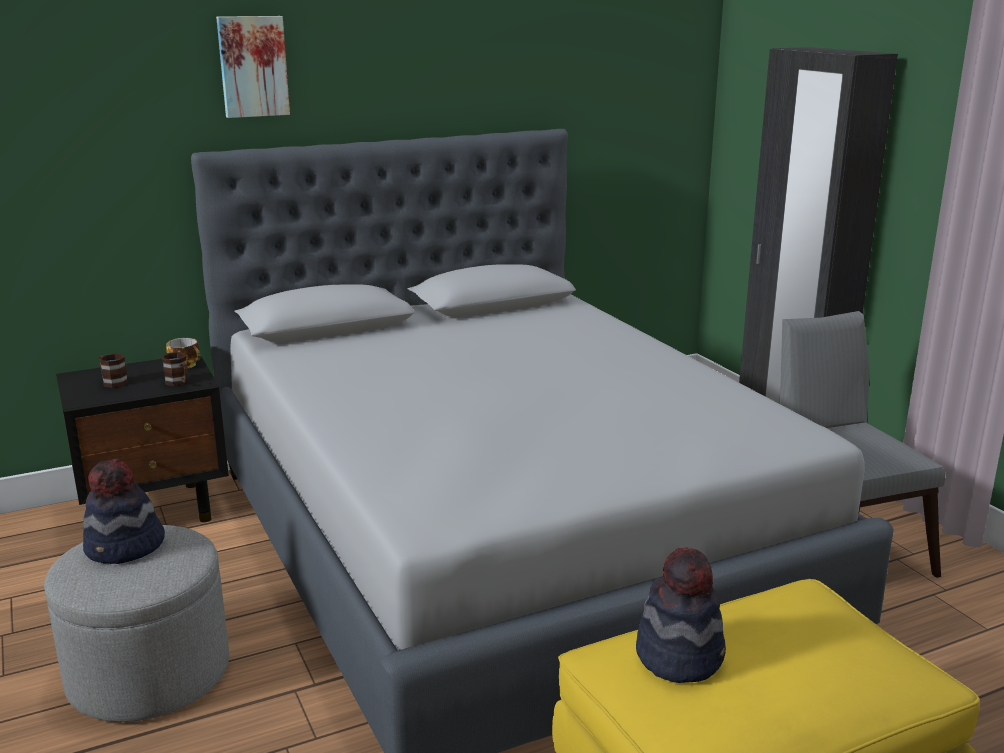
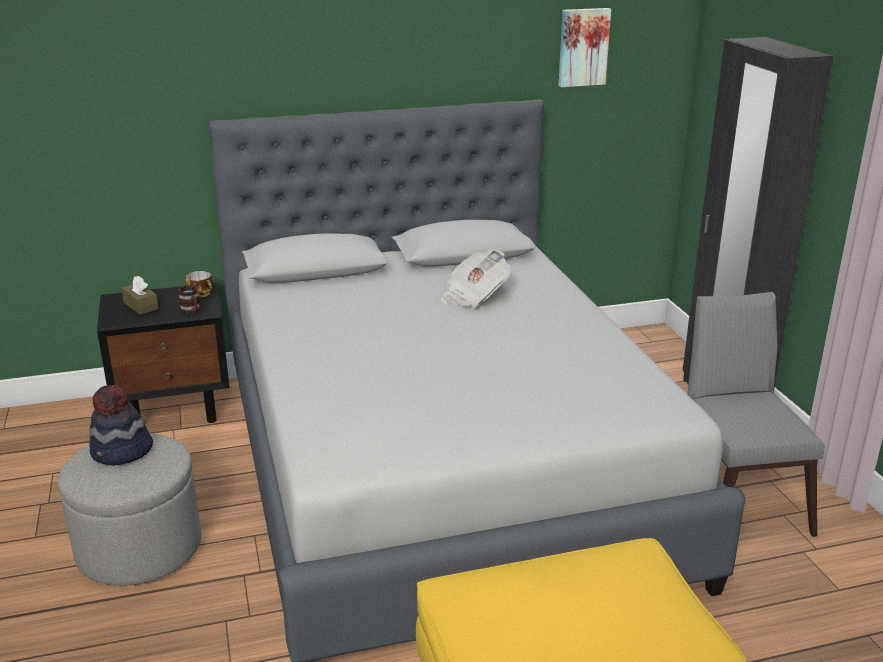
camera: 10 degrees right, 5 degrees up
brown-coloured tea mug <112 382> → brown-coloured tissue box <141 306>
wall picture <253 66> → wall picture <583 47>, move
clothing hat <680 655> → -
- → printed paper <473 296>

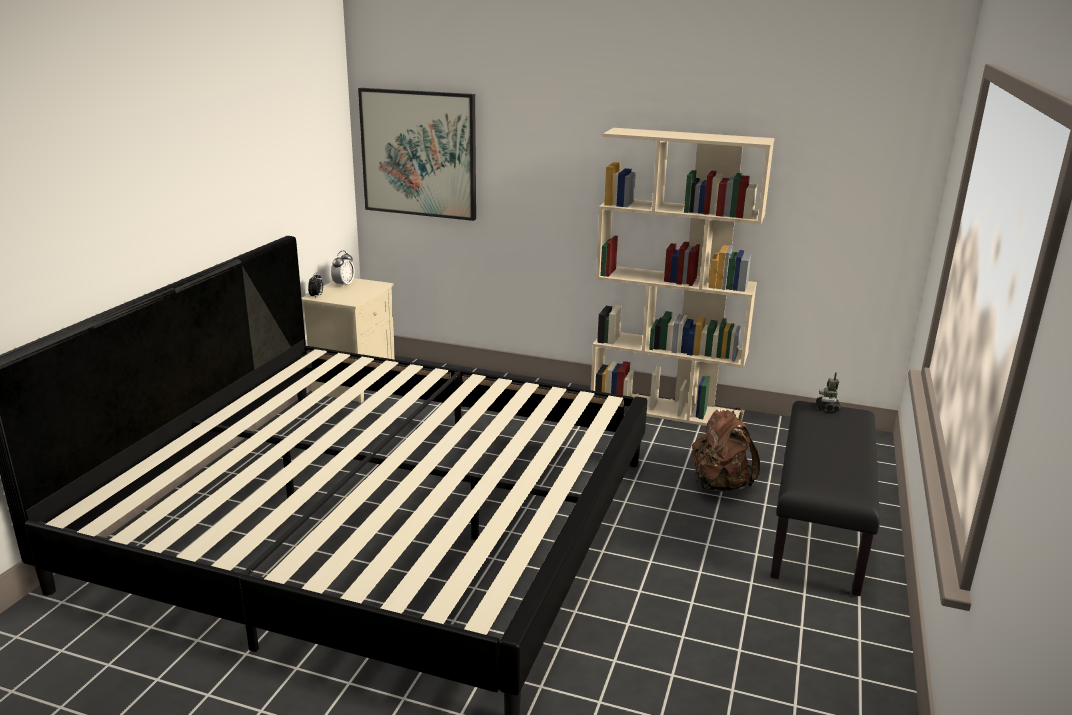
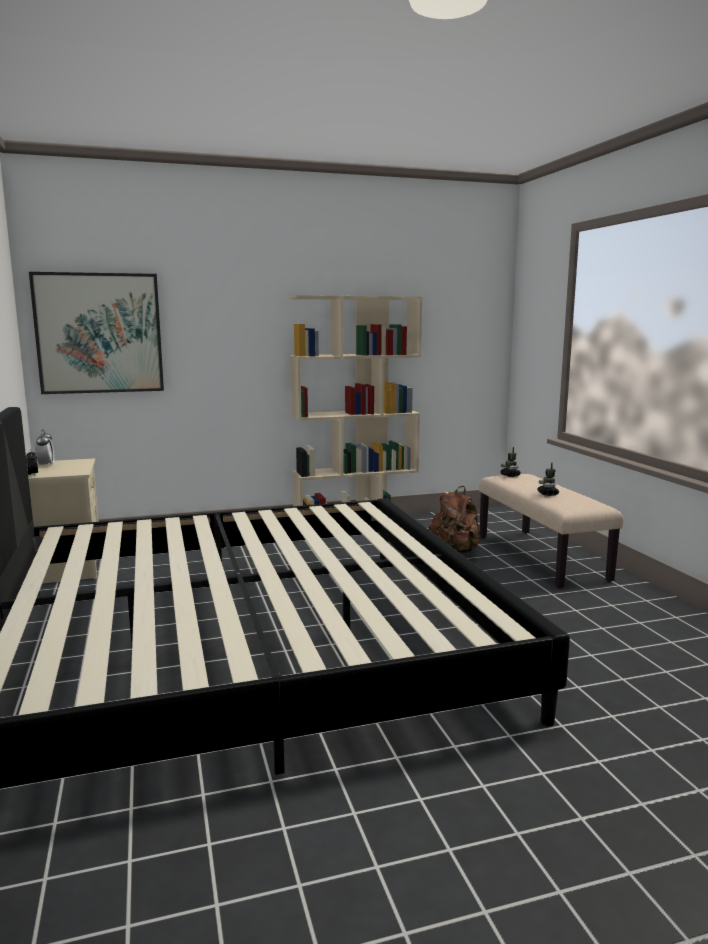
camera: 35 degrees left, 10 degrees down
blackish bench <820 528> → beige bench <541 557>
- → robot figure <548 494>

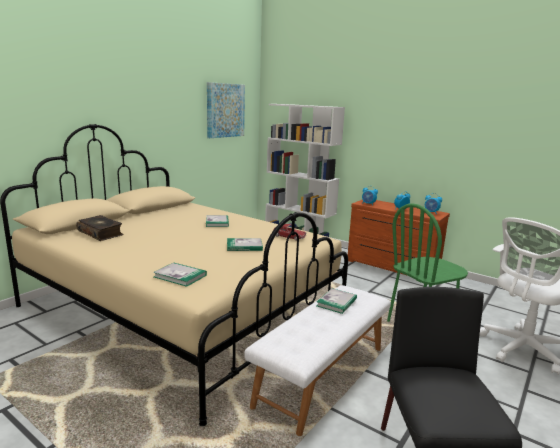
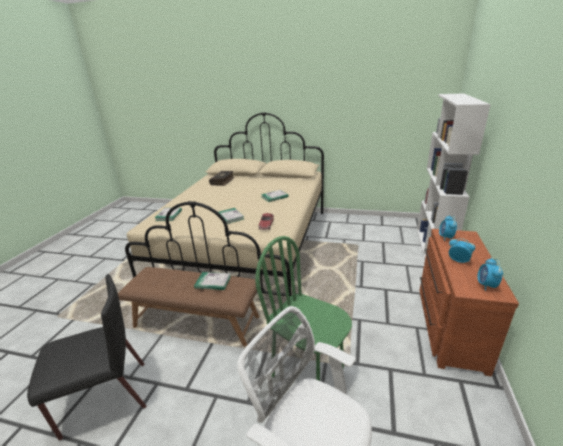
camera: 70 degrees right, 10 degrees up
wall picture <225 110> → -
whitish bench <321 375> → brown-coloured bench <197 321>

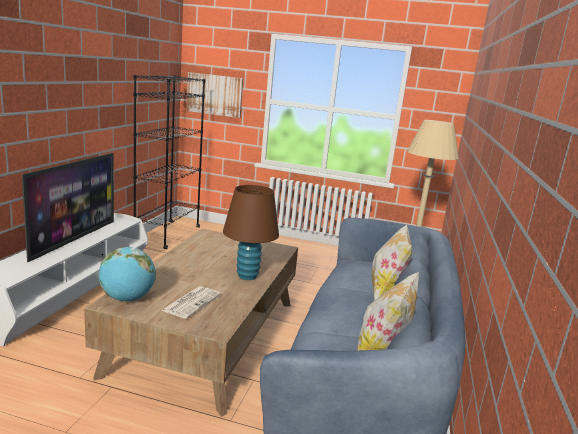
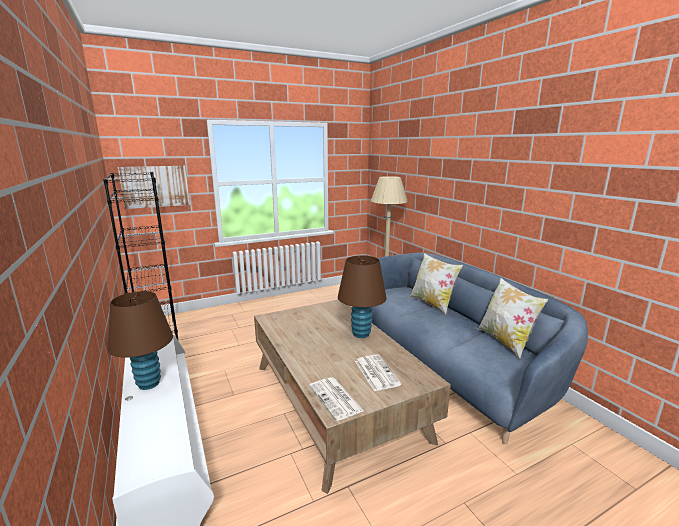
camera: 40 degrees left, 0 degrees up
television <74 239> → brown-coloured table lamp <148 383>
desk globe <127 298> → printed paper <336 399>

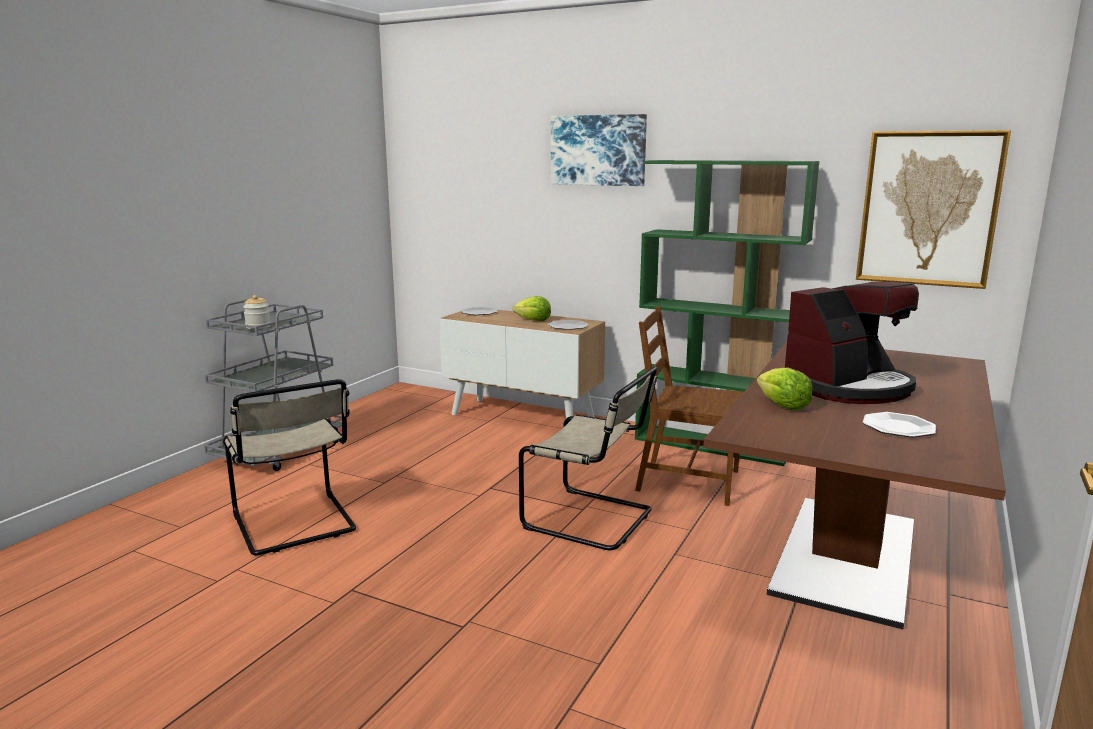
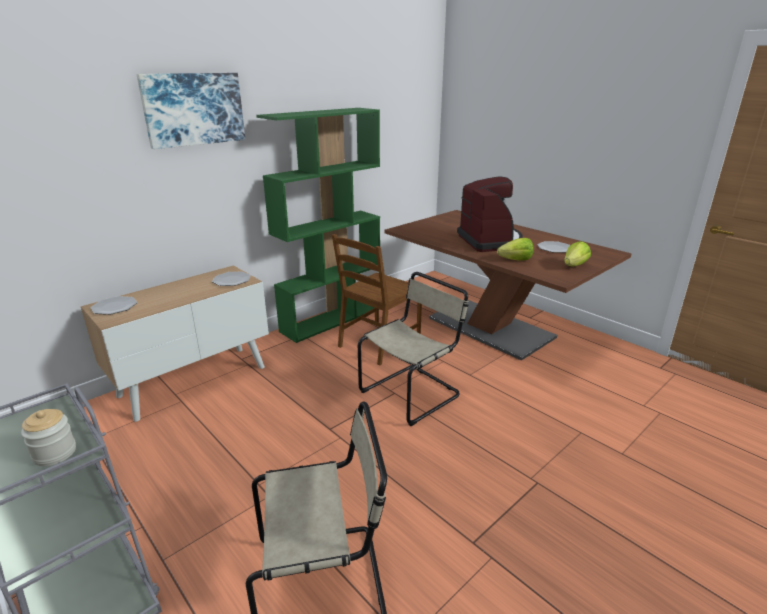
camera: 70 degrees left, 10 degrees up
lettuce head <533 320> → lettuce head <574 266>, move
wall picture <928 209> → -

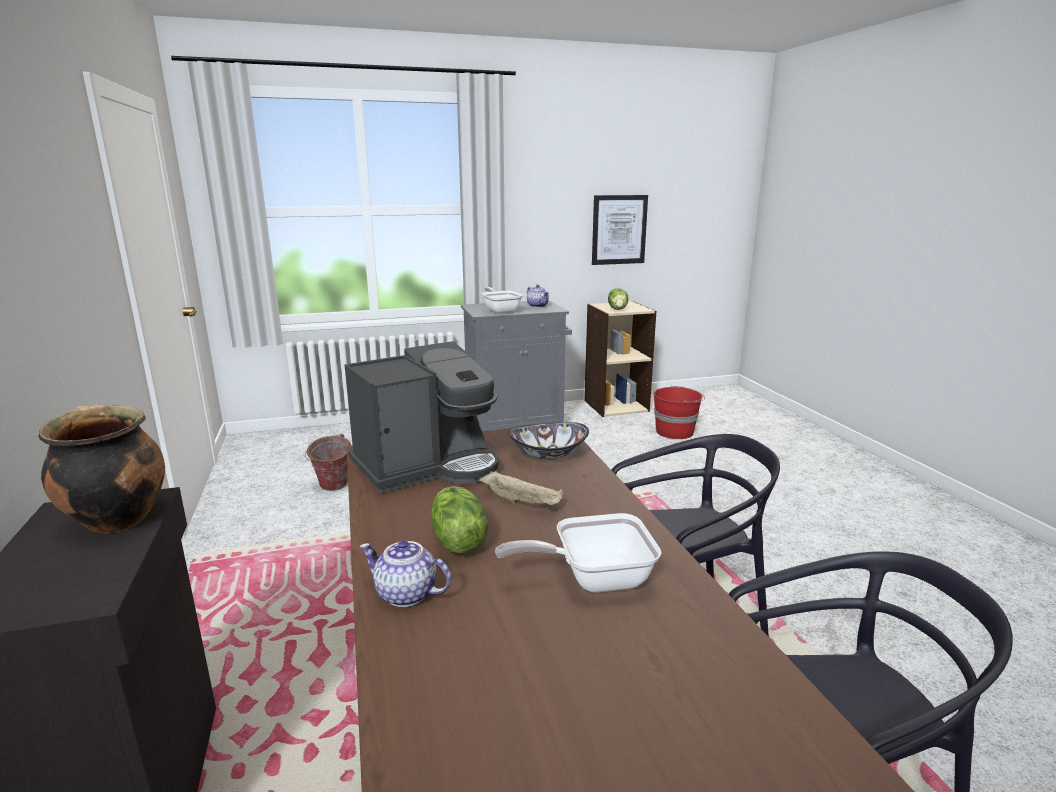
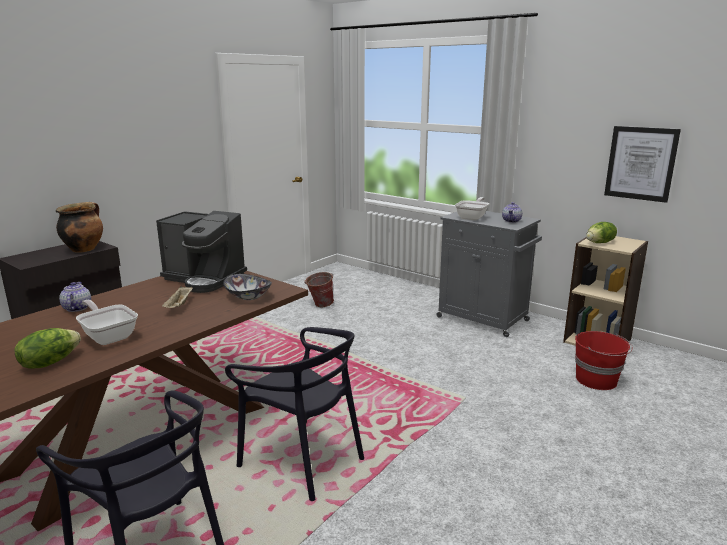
camera: 55 degrees right, 0 degrees up
lettuce head <457 541> → lettuce head <49 362>, move

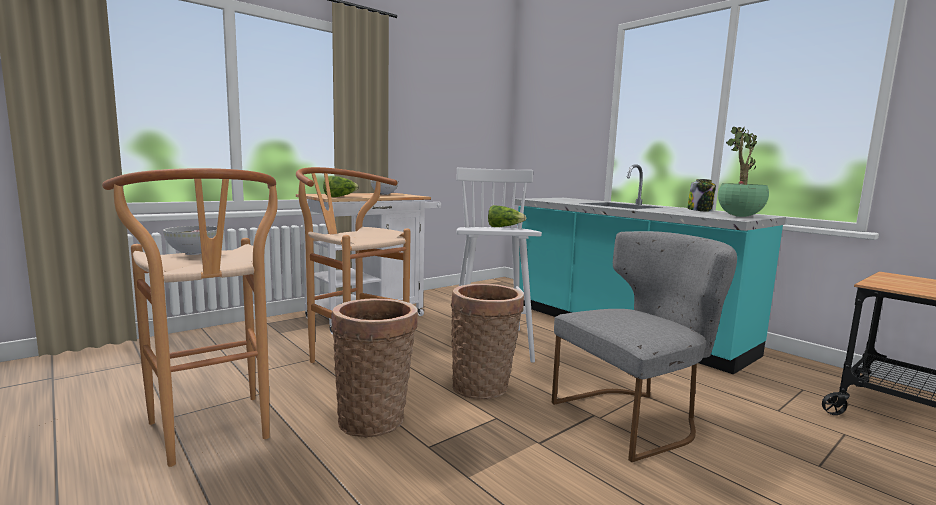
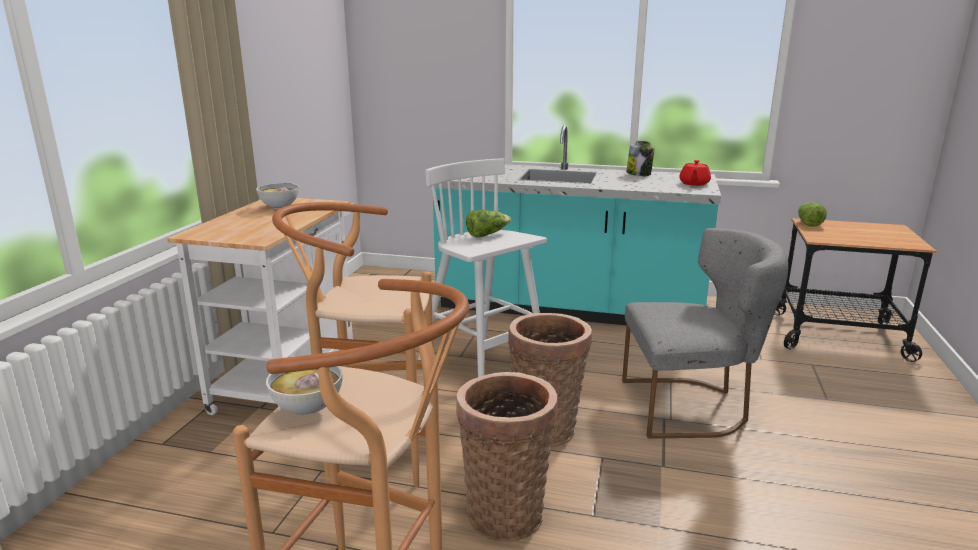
camera: 35 degrees left, 10 degrees up
lettuce head <340 197> → lettuce head <808 223>, move
greyish upright chair <635 417> → greyish upright chair <691 407>, 60 degrees clockwise
potted plant <739 216> → red pot for tea <694 184>

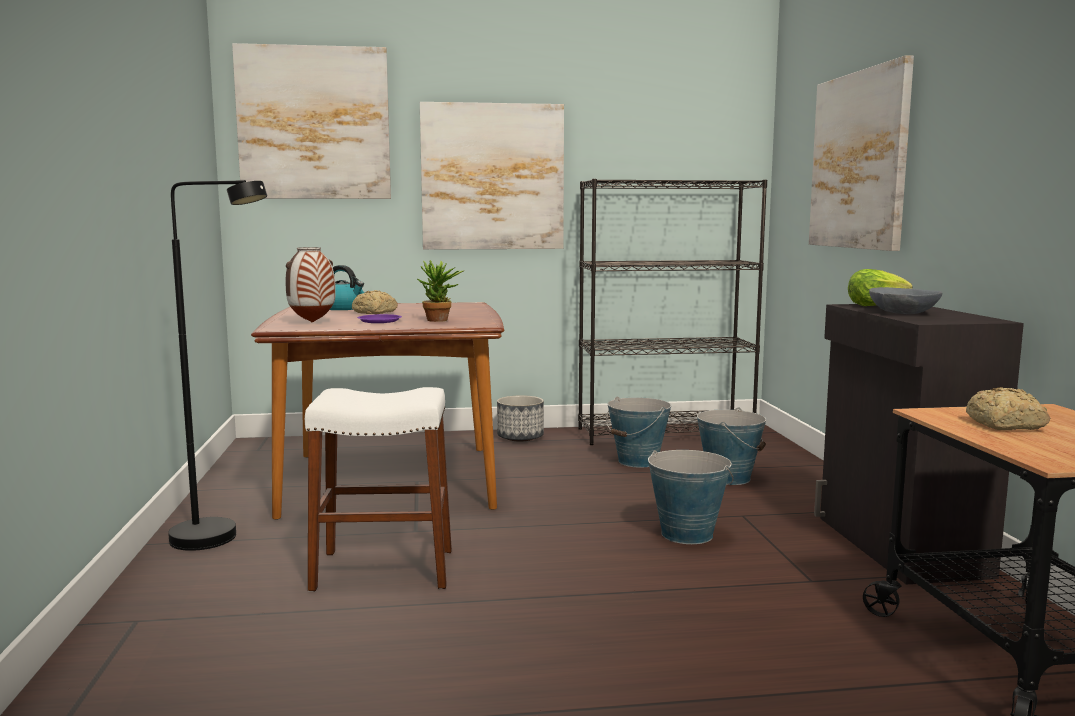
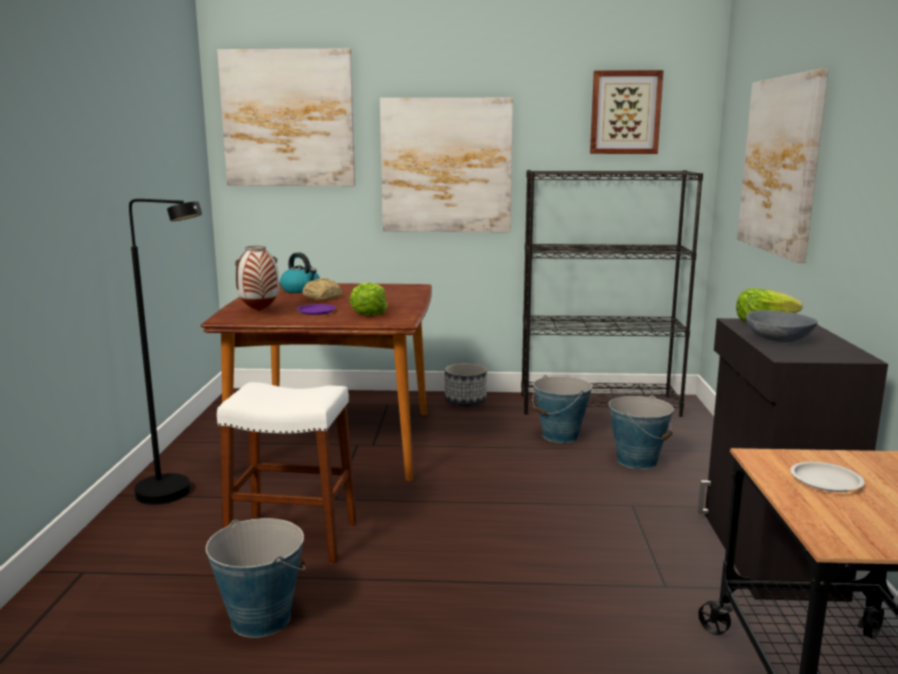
camera: 10 degrees right, 5 degrees up
potted plant <440 320> → lettuce head <369 312>
bucket <686 534> → bucket <260 618>, move
bakery bread <1004 425> → whitish flat dish <825 481>
- → wall picture <625 112>

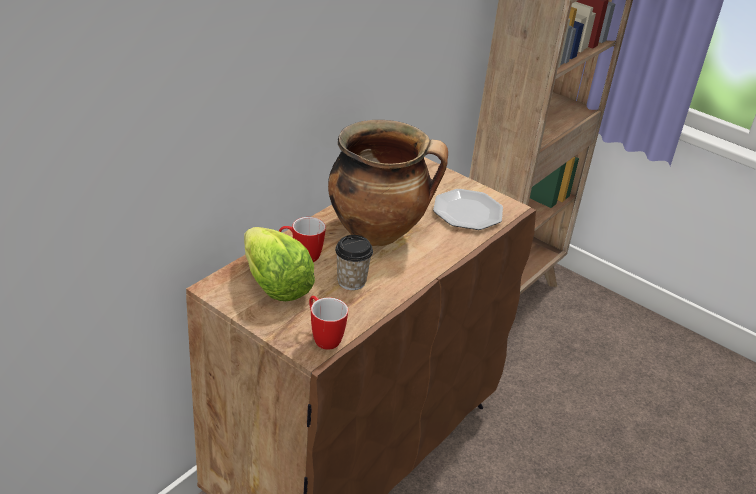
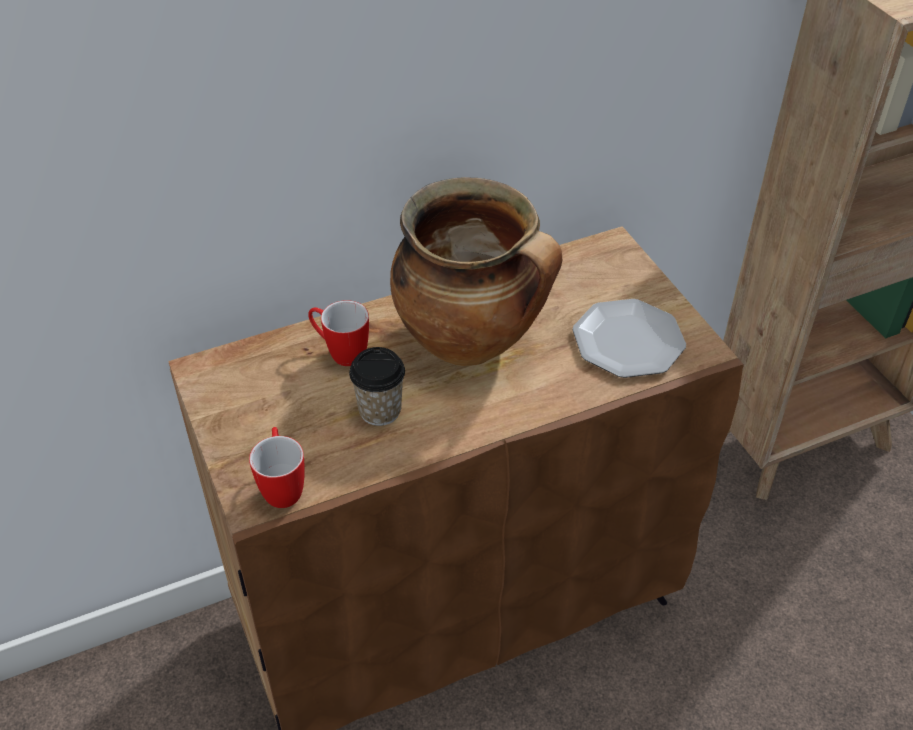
camera: 30 degrees right, 10 degrees up
lettuce head <274 285> → -

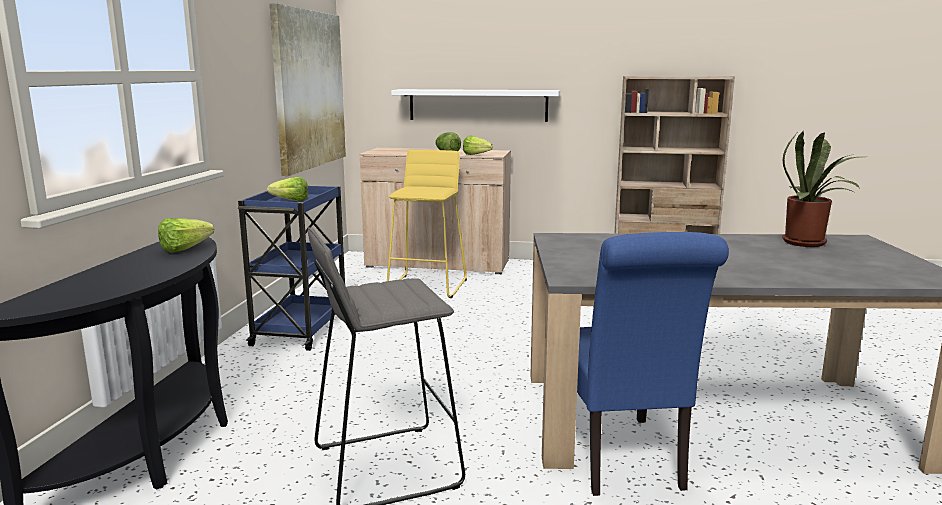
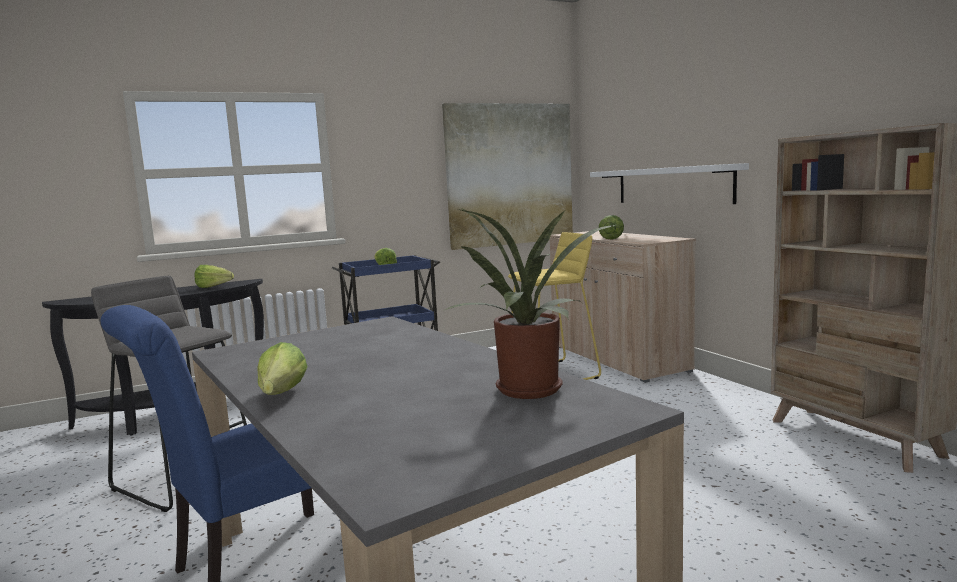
camera: 55 degrees right, 5 degrees down
lettuce head <478 155> → lettuce head <278 398>, move

